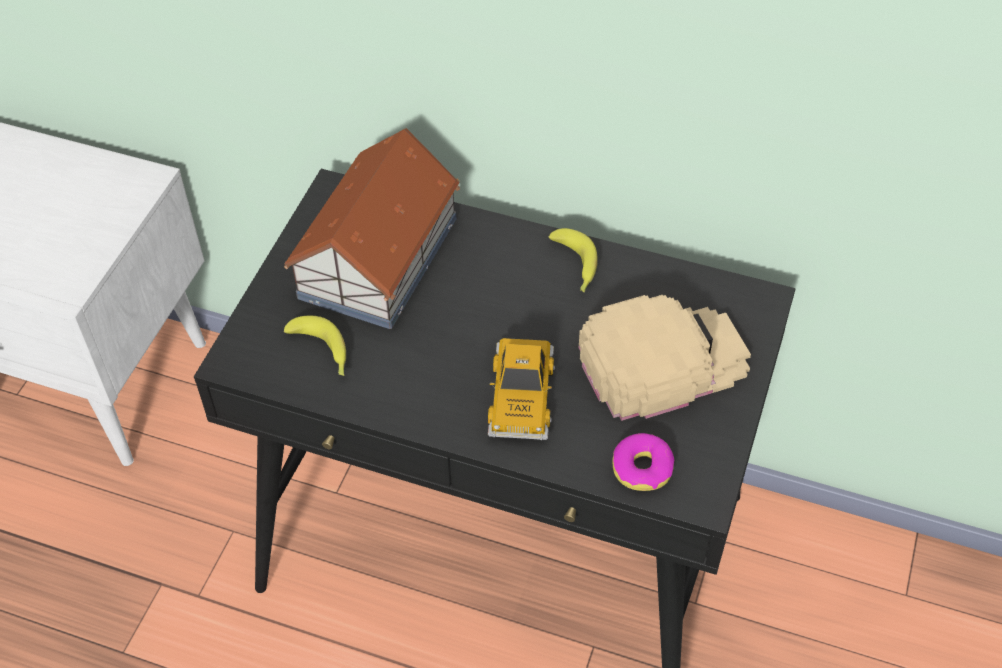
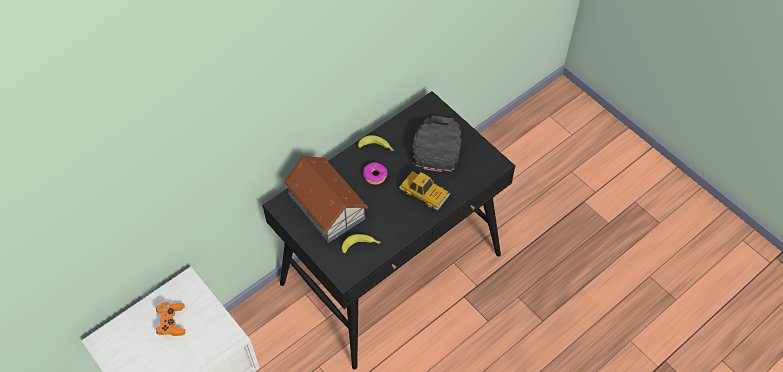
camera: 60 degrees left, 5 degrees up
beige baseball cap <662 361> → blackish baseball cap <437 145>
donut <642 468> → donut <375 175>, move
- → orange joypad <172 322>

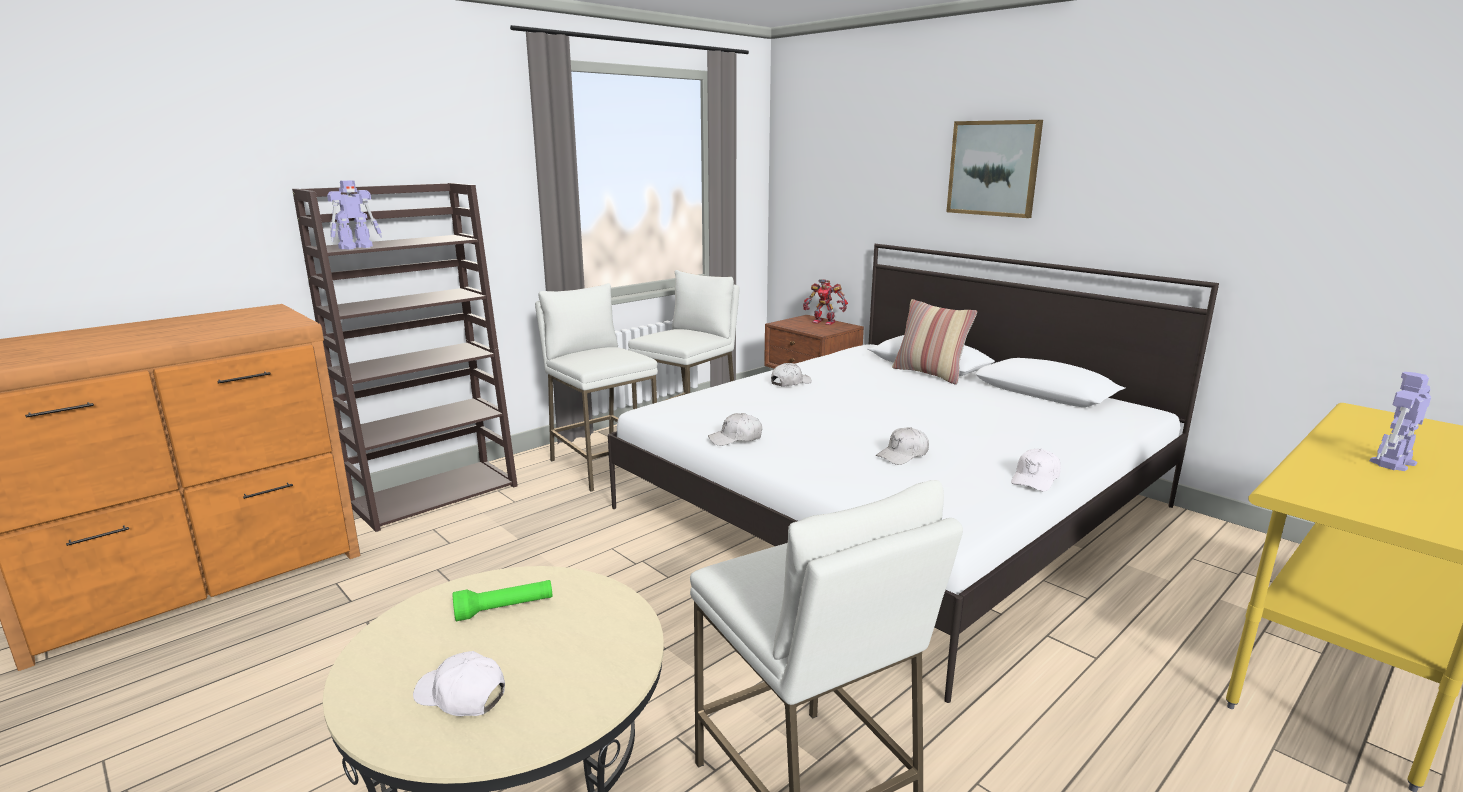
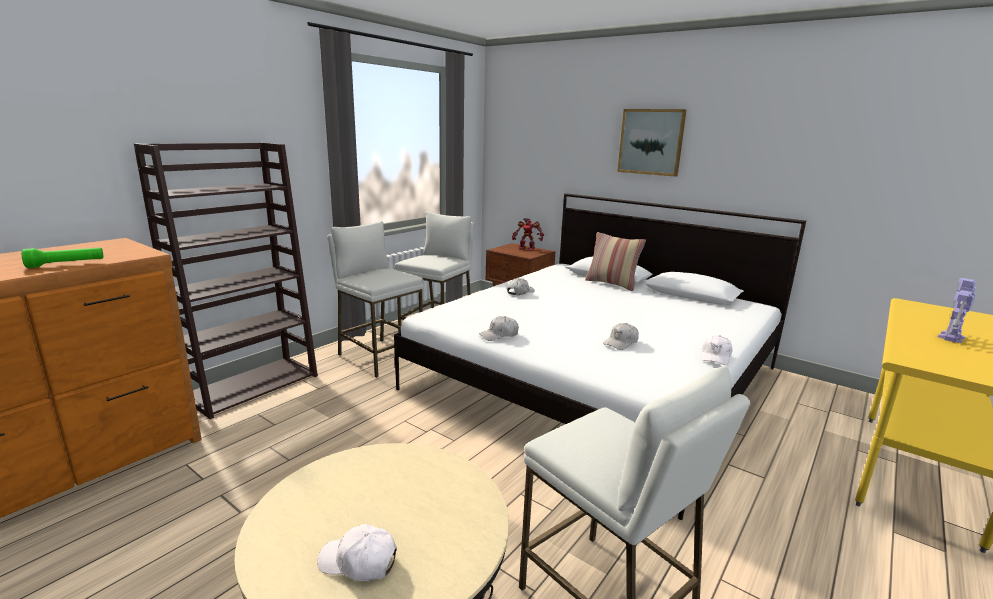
camera: 10 degrees left, 0 degrees up
robot figure <357 247> → -
green hand torch <504 609> → green hand torch <66 264>, move

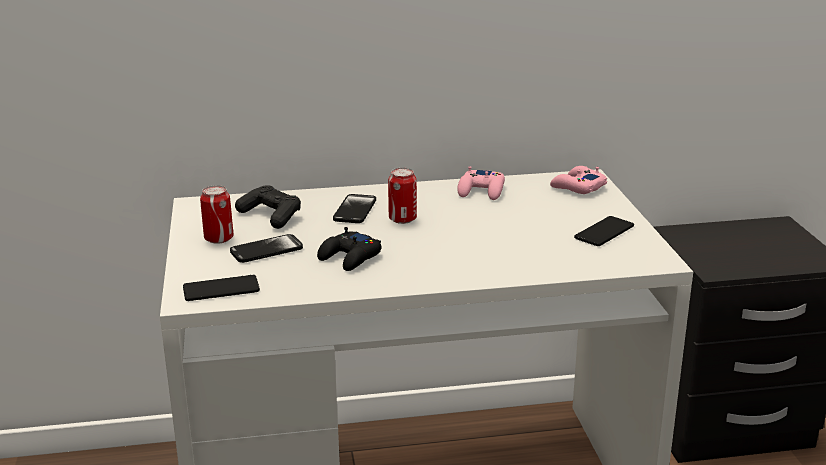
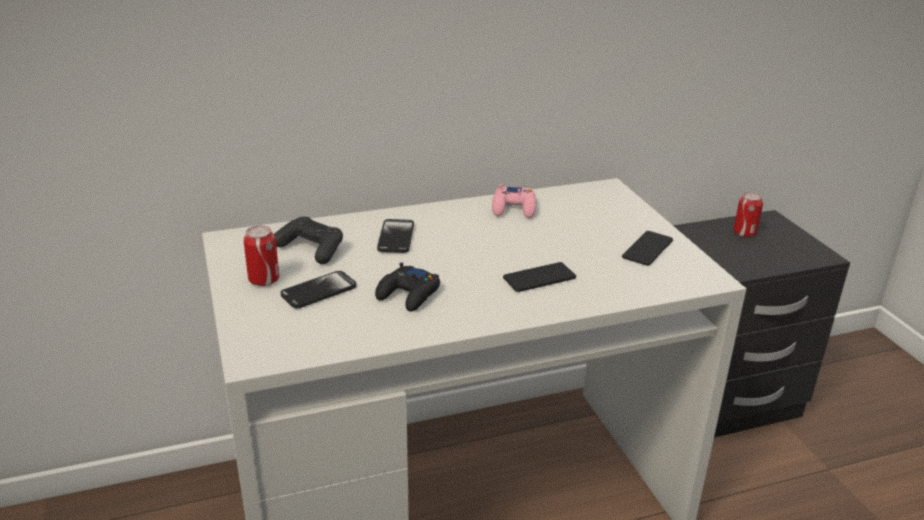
camera: 10 degrees left, 5 degrees up
handset <221 289> → handset <539 278>, move
sealed can <402 219> → sealed can <744 233>, move
pink joypad <577 187> → -

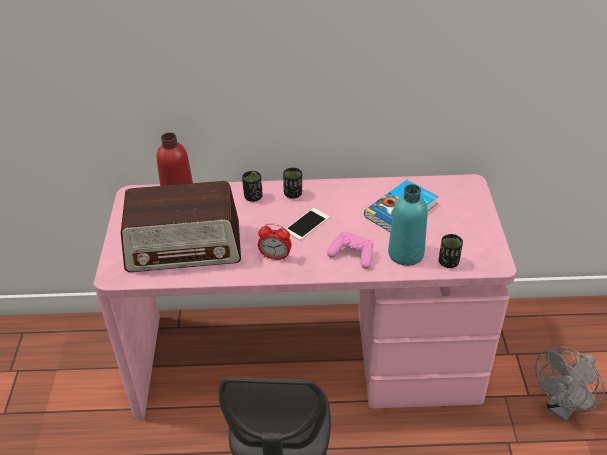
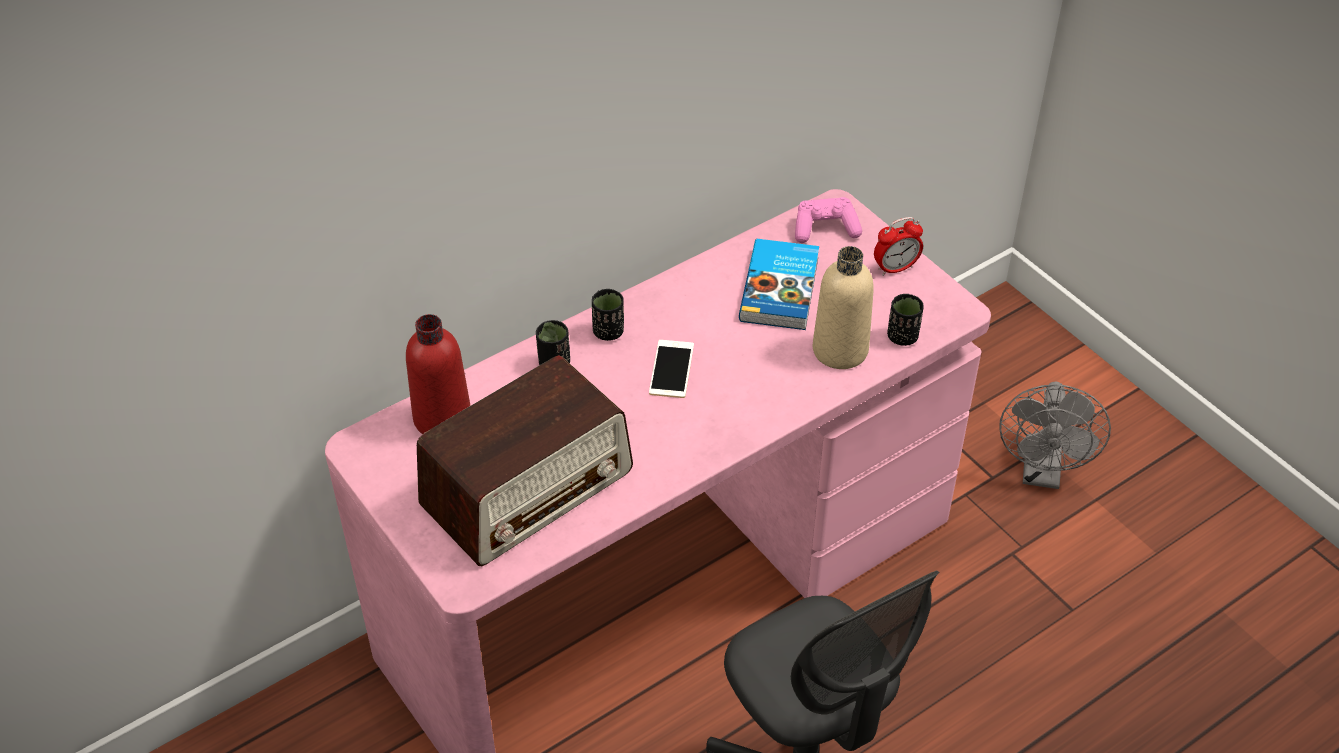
camera: 35 degrees left, 5 degrees up
table clock <275 256> → table clock <895 268>, move
pink joypad <352 255> → pink joypad <825 229>, move
turquoise bottle <406 254> → beige bottle <840 350>

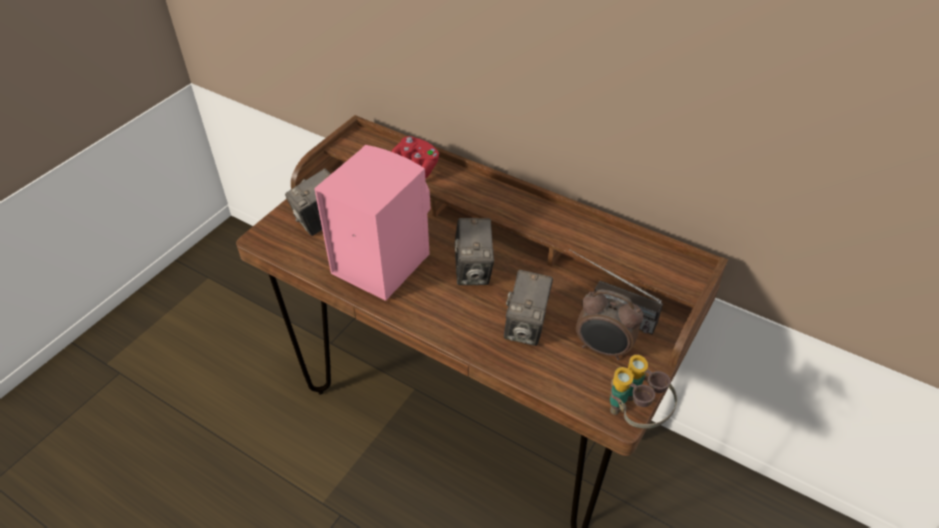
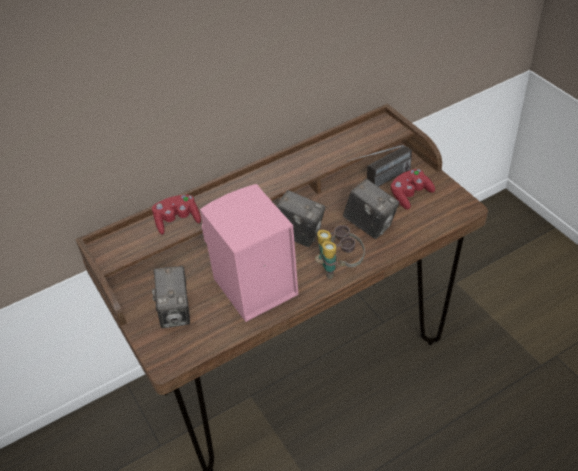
camera: 60 degrees left, 0 degrees up
table clock <603 349> → red joypad <410 195>
binoculars <635 415> → binoculars <339 267>, move

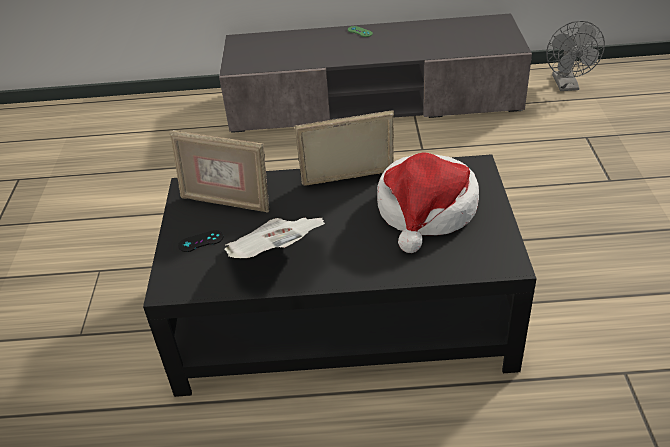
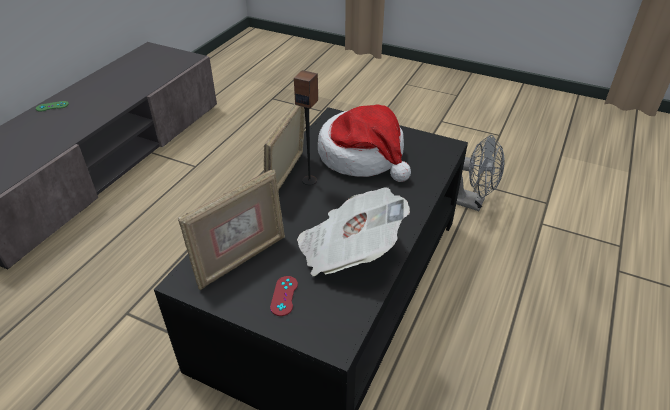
camera: 65 degrees left, 0 degrees up
blackish joypad <201 241> → red joypad <284 296>
greyish fan <567 86> → greyish fan <471 202>, move
- → loudspeaker <309 180>

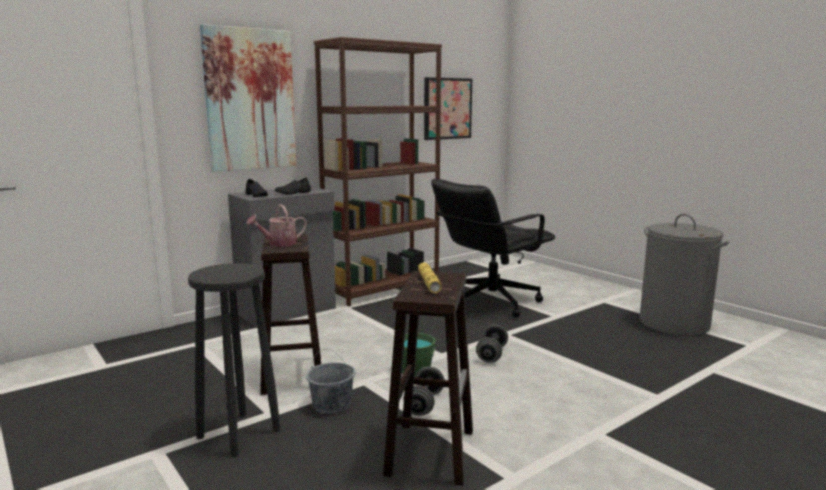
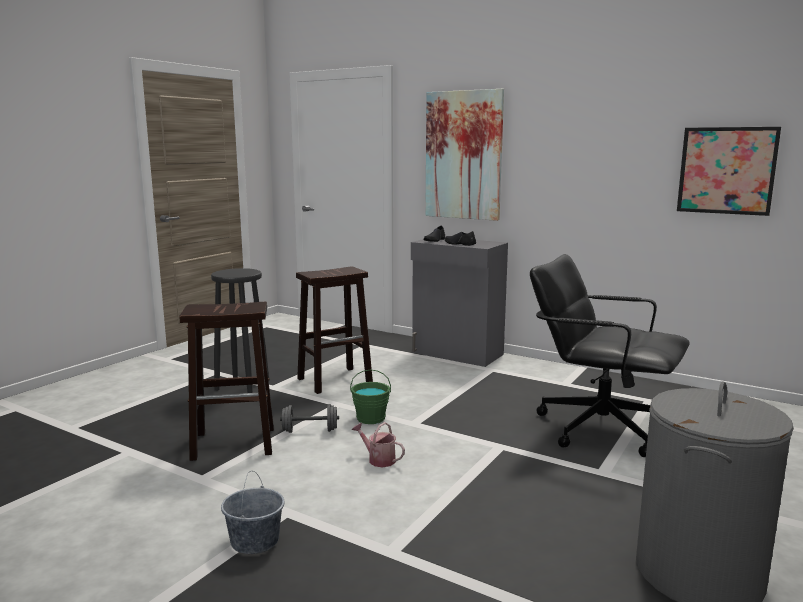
camera: 70 degrees right, 0 degrees up
watering can <279 243> → watering can <378 459>, move
greyish bucket <332 404> → greyish bucket <254 541>, move
brown-coloured bookshelf <383 289> → -
yellow hand torch <429 283> → -
greyish dumbbell <492 354> → -

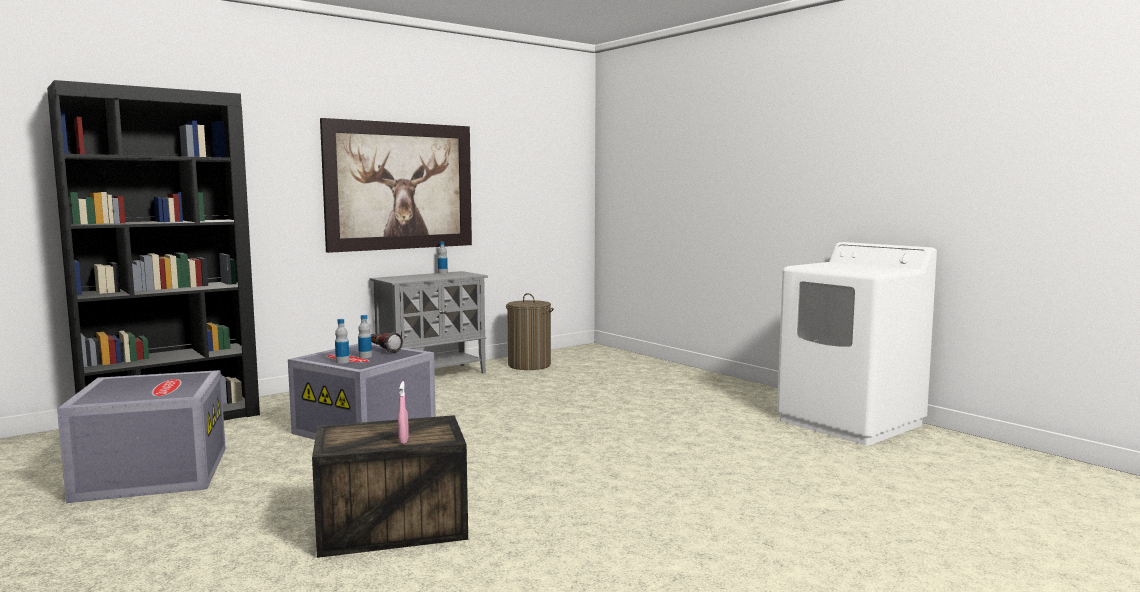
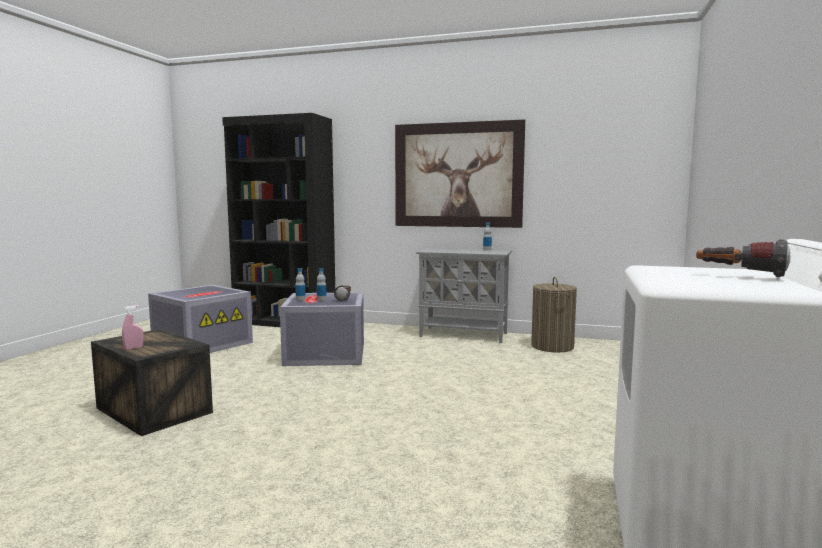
camera: 55 degrees right, 0 degrees up
- → hand torch <740 274>

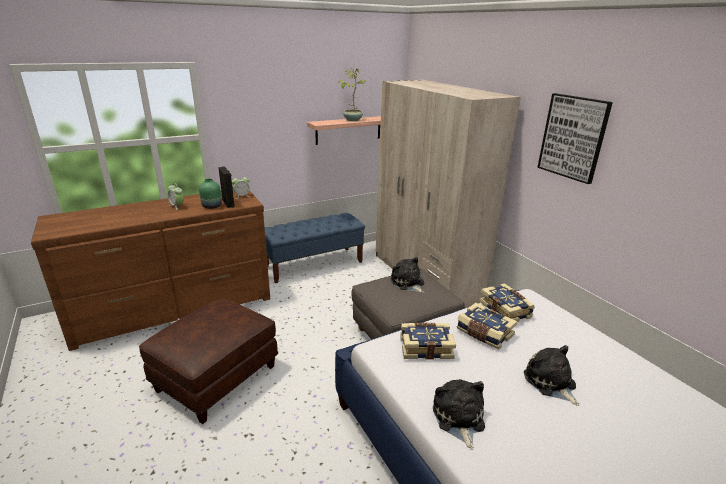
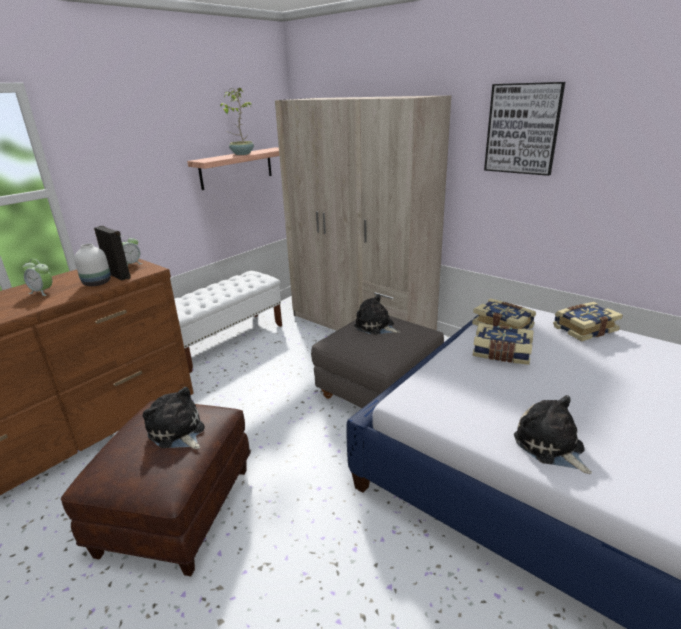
camera: 20 degrees left, 0 degrees up
green vase <212 206> → whitish vase <97 283>
blue bench <314 264> → whitish bench <226 341>
bound book <425 347> → bound book <583 329>, move
cuddly toy <551 383> → cuddly toy <177 432>, move

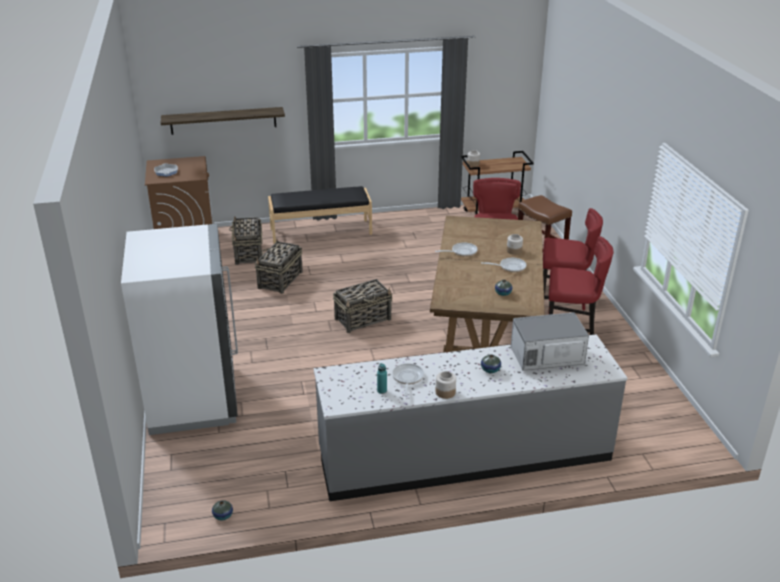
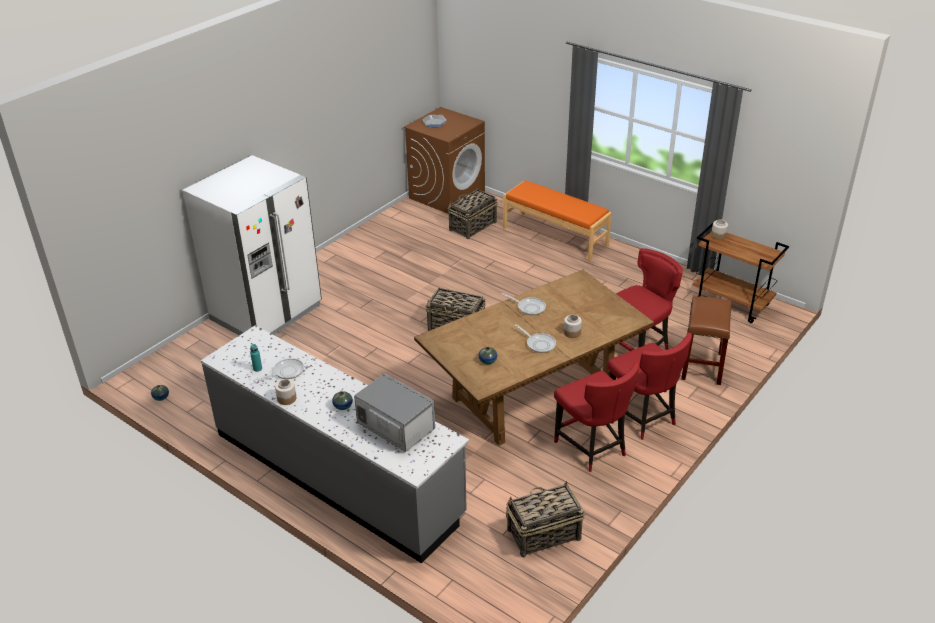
camera: 50 degrees right, 5 degrees up
wall shelf <223 120> → -
household basket <280 280> → household basket <543 534>, move
blackish bench <321 231> → orange bench <555 236>

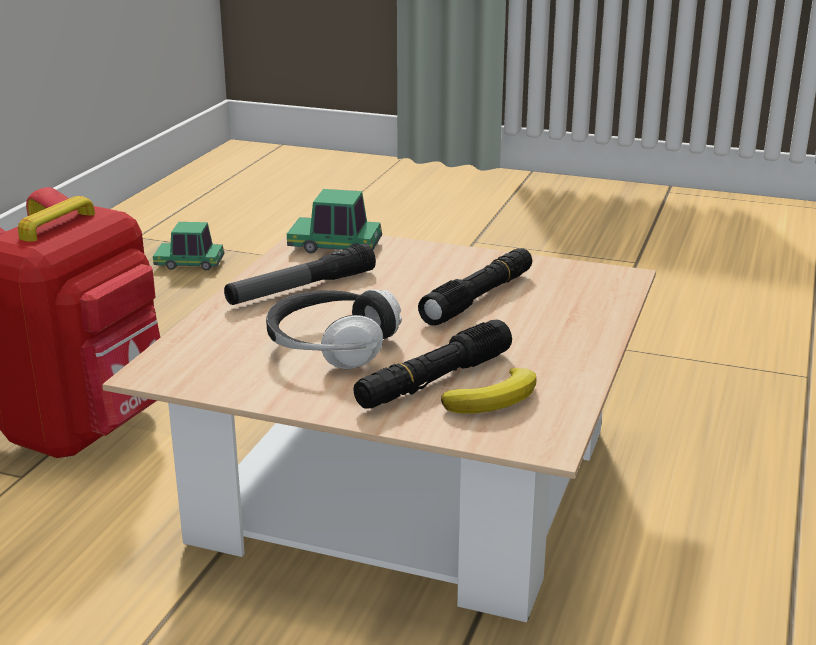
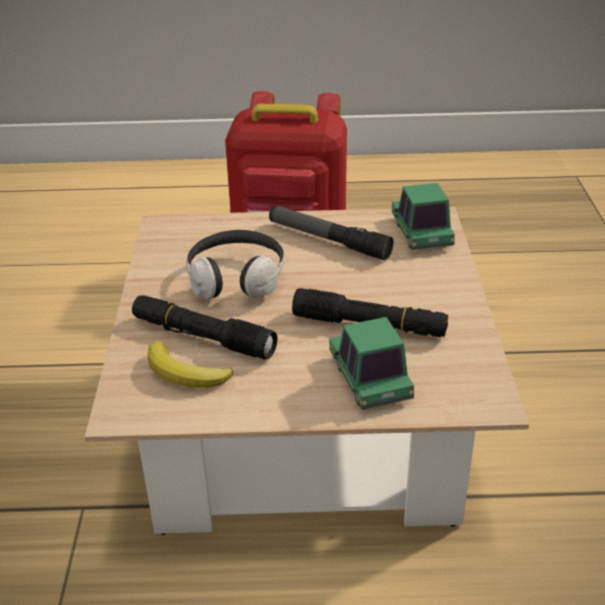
camera: 70 degrees right, 10 degrees up
model car <190 263> → model car <370 378>, move

